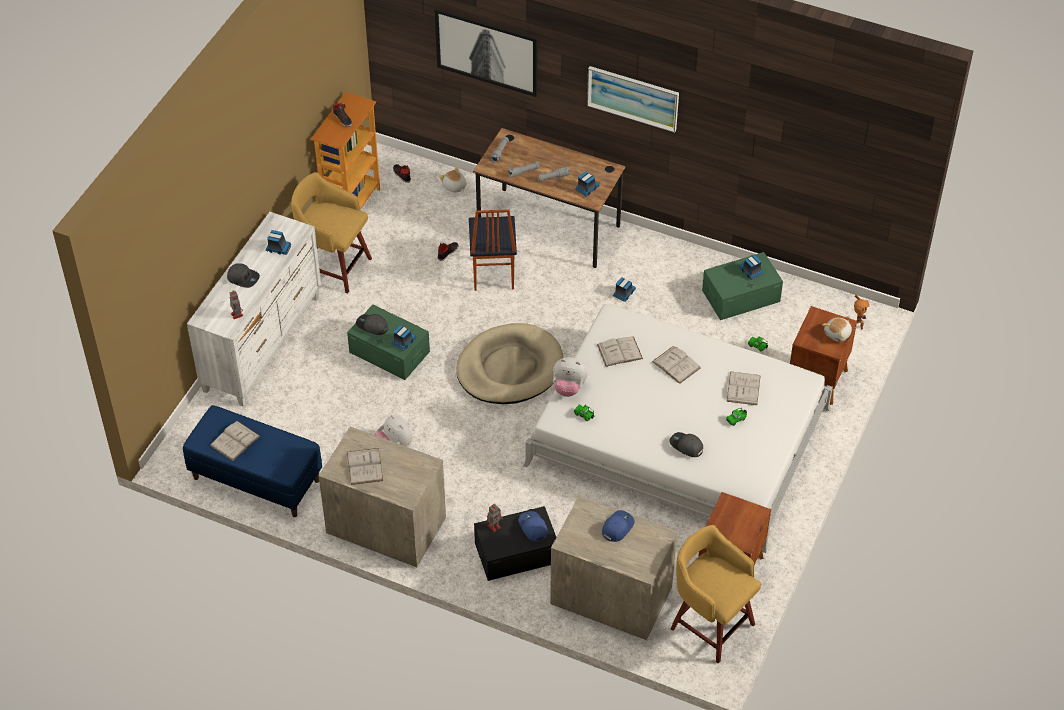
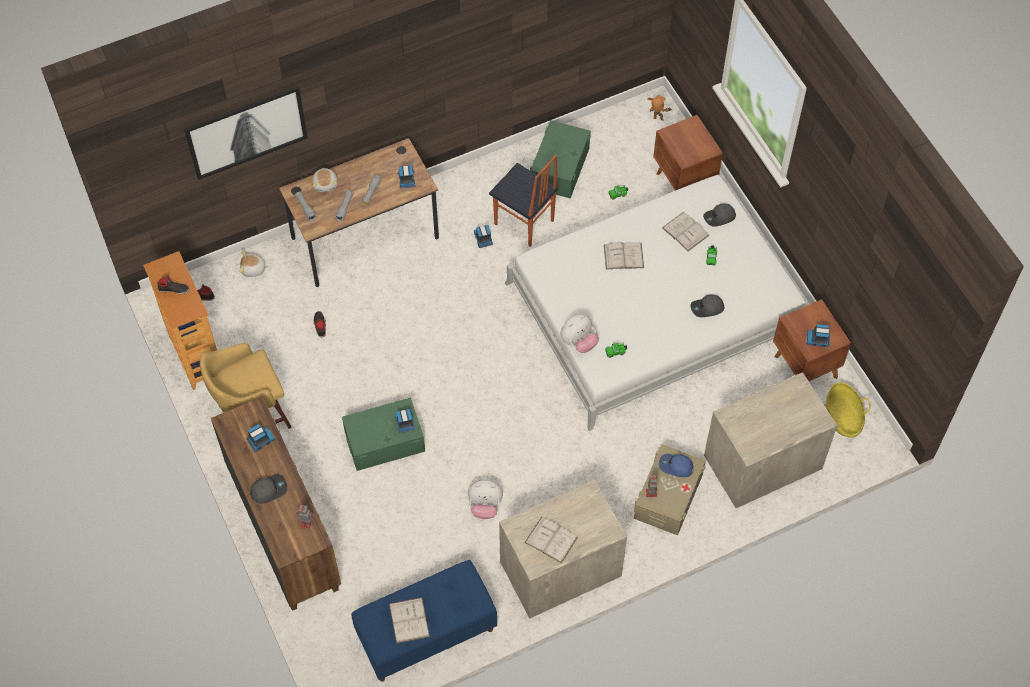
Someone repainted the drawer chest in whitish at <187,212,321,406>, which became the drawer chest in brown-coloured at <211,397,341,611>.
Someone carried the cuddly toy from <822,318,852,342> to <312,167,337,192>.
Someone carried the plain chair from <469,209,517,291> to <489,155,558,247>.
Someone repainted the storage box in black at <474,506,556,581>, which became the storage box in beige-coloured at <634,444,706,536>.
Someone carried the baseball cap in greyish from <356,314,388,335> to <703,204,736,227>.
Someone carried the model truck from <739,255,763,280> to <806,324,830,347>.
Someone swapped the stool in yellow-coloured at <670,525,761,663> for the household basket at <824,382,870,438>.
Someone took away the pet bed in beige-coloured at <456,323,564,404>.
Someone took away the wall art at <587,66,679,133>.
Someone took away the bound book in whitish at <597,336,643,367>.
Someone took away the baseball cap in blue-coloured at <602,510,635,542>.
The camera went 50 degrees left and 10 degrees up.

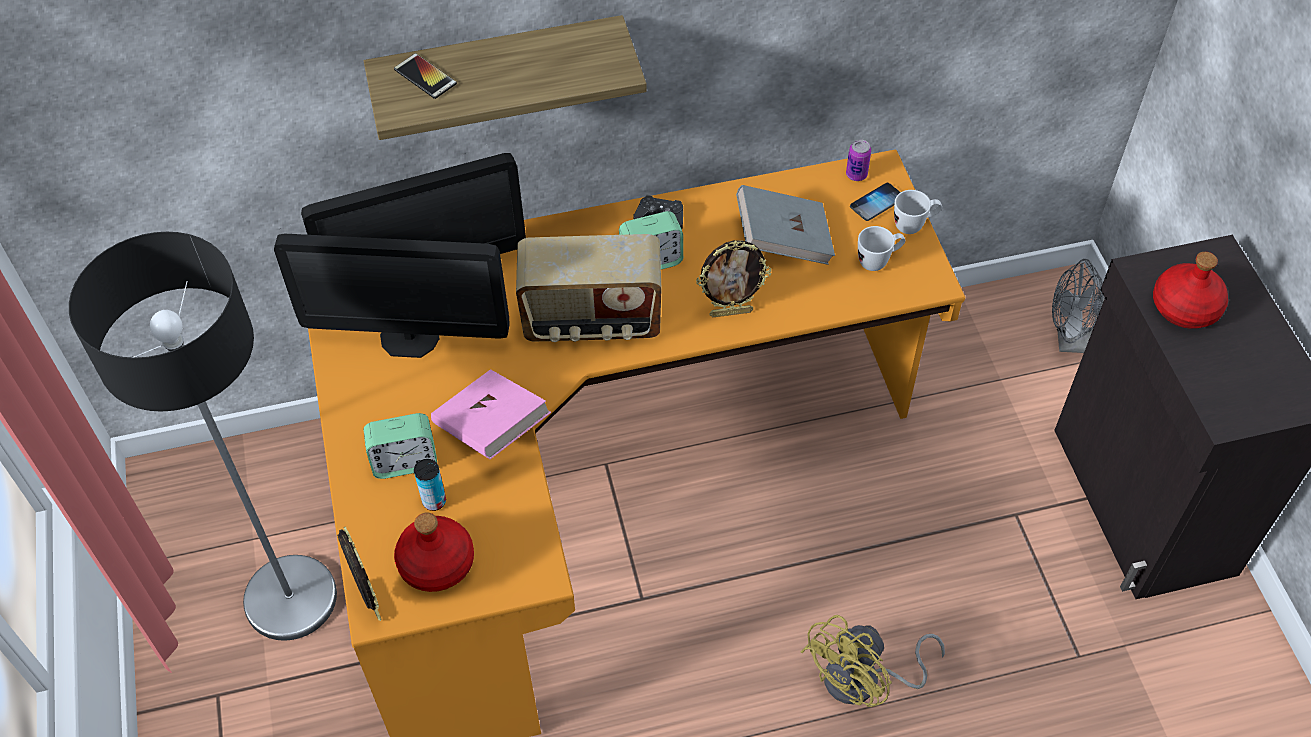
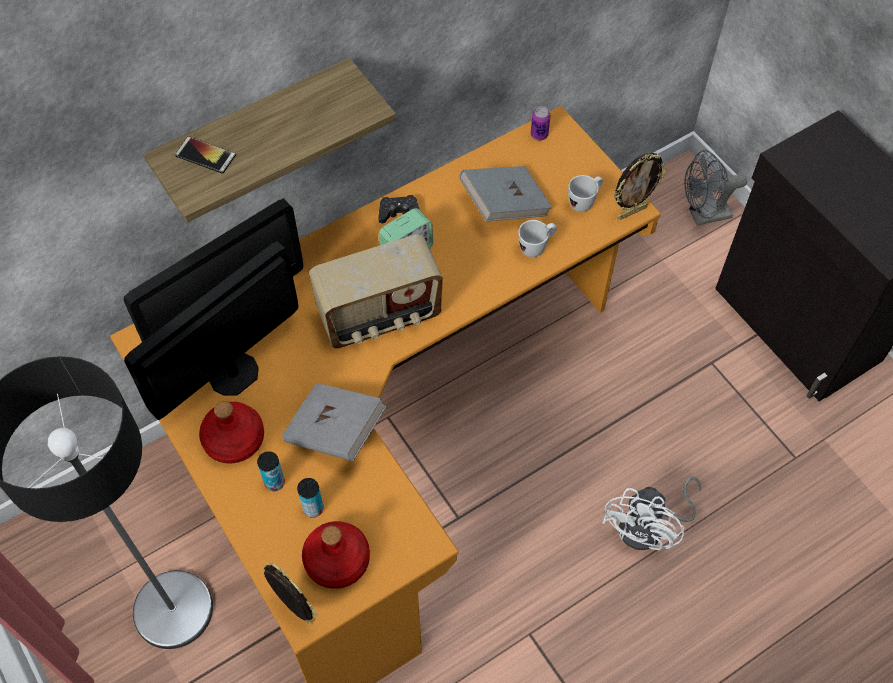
Someone rotated the monitor at <274,234,510,358> by 150 degrees clockwise.
Someone carried the bottle in red from <1153,252,1228,329> to <199,401,264,464>.
Someone swapped the bedside clock at <363,413,437,479> for the metal can at <257,451,285,491>.
Someone repainted the bound book in pink at <431,369,551,459>, which became the bound book in greyish at <282,383,387,461>.
Someone carried the tea mug in whitish from <894,190,942,234> to <518,220,557,257>.
Someone repainted the fan in yellow-coloured at <801,615,945,707>, which became the fan in whitish at <602,477,701,550>.
Someone carried the picture frame from <696,240,771,317> to <614,153,667,220>.
Someone took away the phone at <850,183,901,221>.
The camera went 20 degrees left and 5 degrees up.

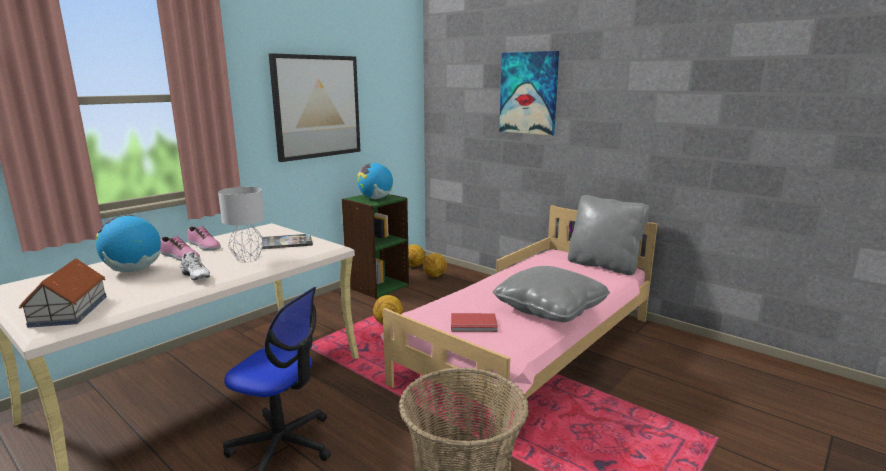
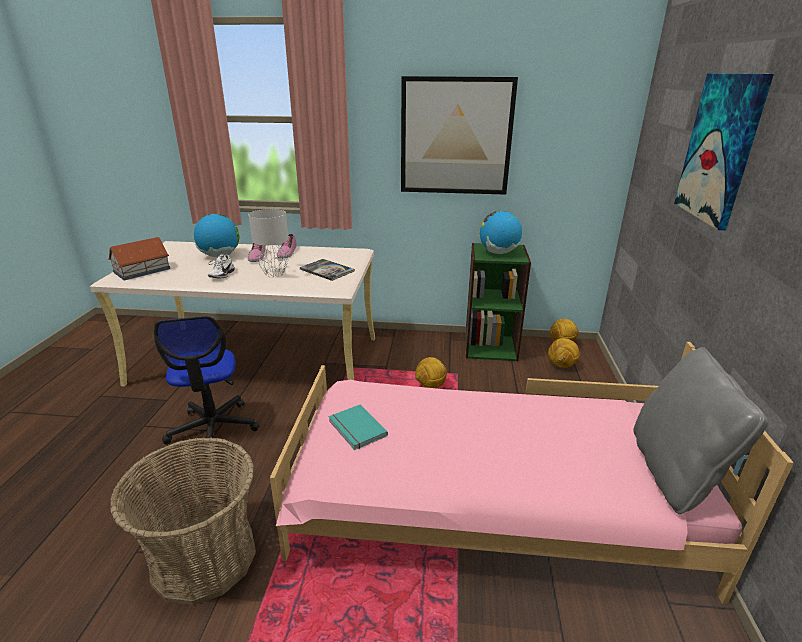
Someone repainted the bound book in red at <451,313,498,332>, which became the bound book in blue-green at <329,405,388,450>.
Someone took away the cushion in greyish at <492,266,610,322>.
The camera went 55 degrees right and 10 degrees up.

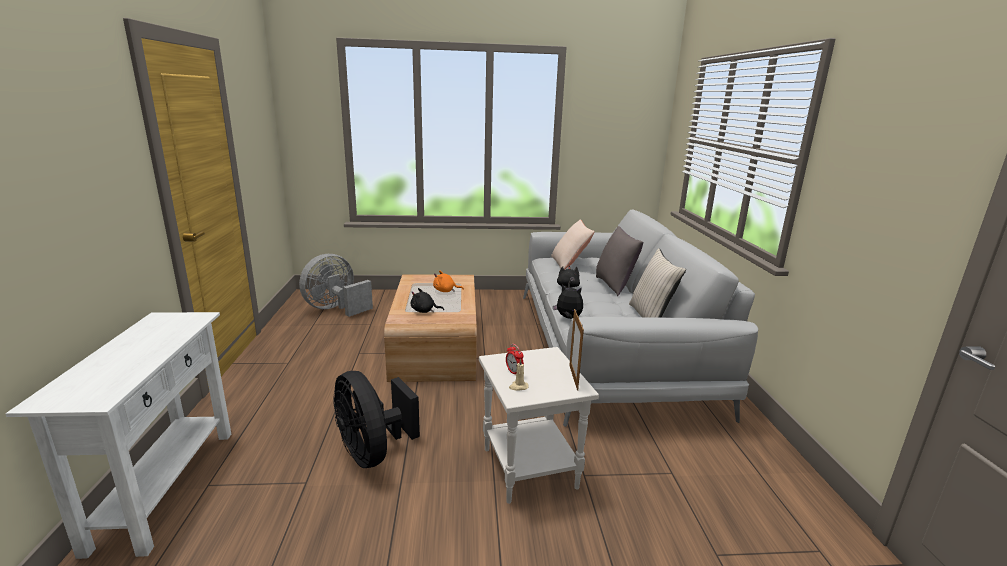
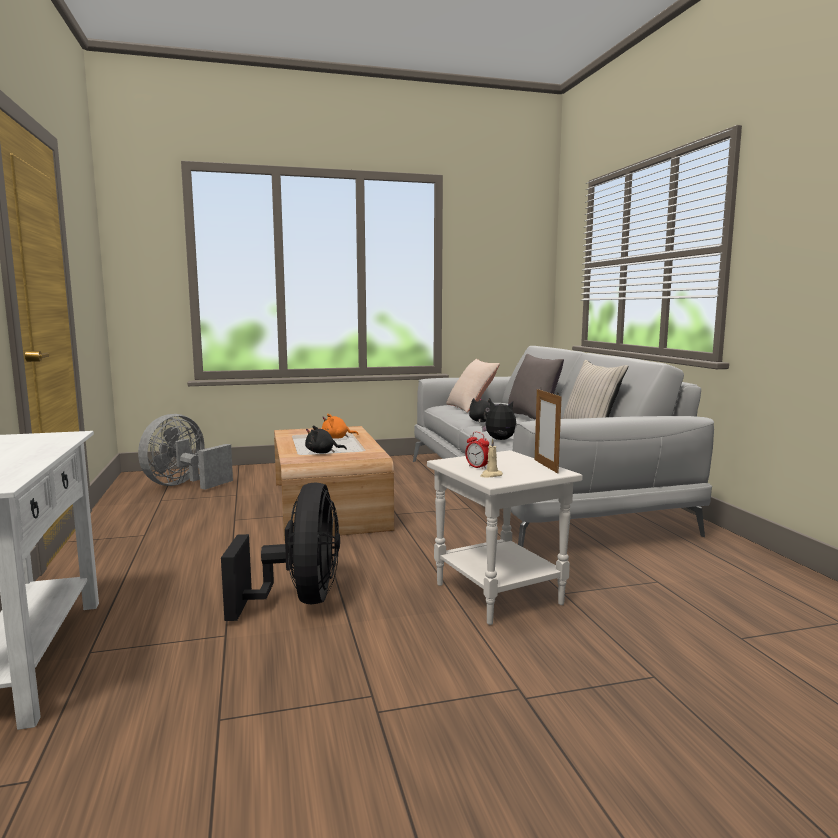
Someone rotated the fan in black at <333,371,420,468> by 135 degrees counterclockwise.
The camera went 10 degrees left and 10 degrees down.

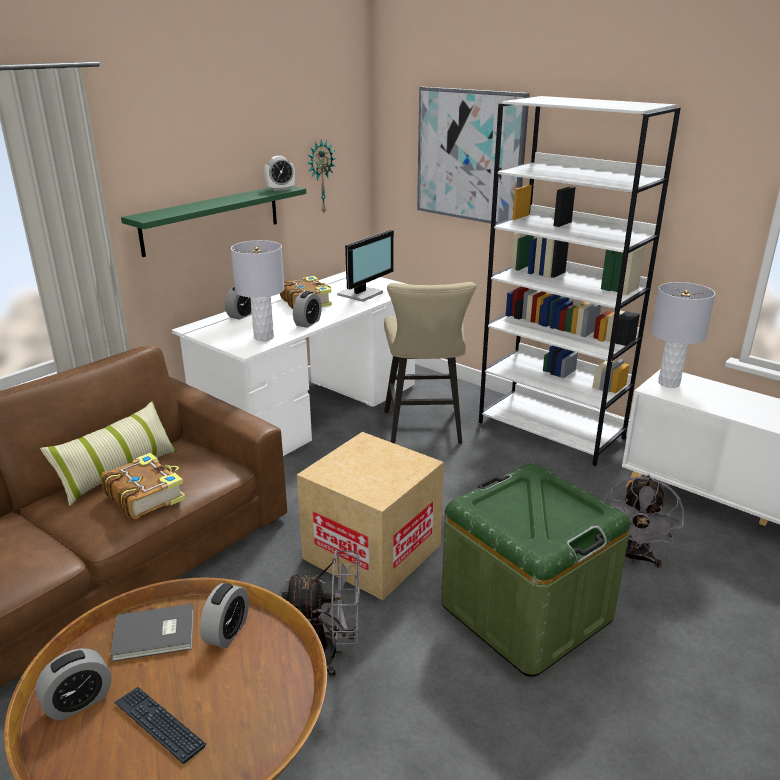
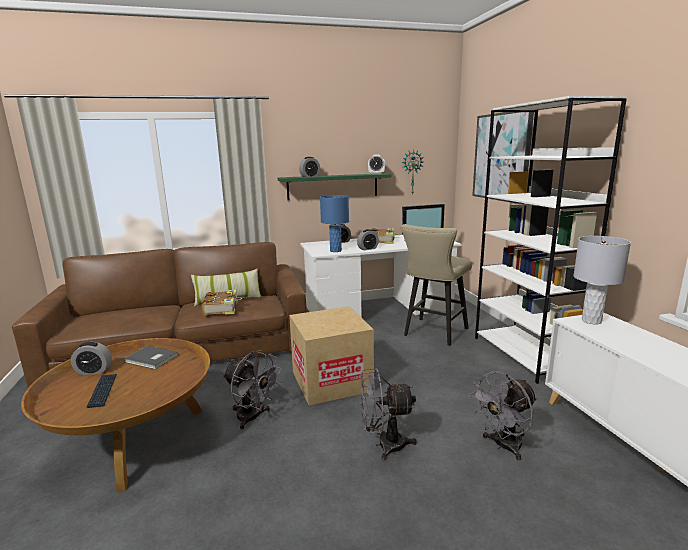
Someone carried the bedside clock from <200,583,249,648> to <299,157,320,177>.
Someone repainted the lamp for a table in greyish at <231,240,285,341>, which became the lamp for a table in blue-coloured at <320,195,349,252>.
Someone swapped the storage box in green-coloured at <441,463,631,677> for the fan in greyish at <360,368,417,460>.
The camera went 35 degrees right and 10 degrees down.

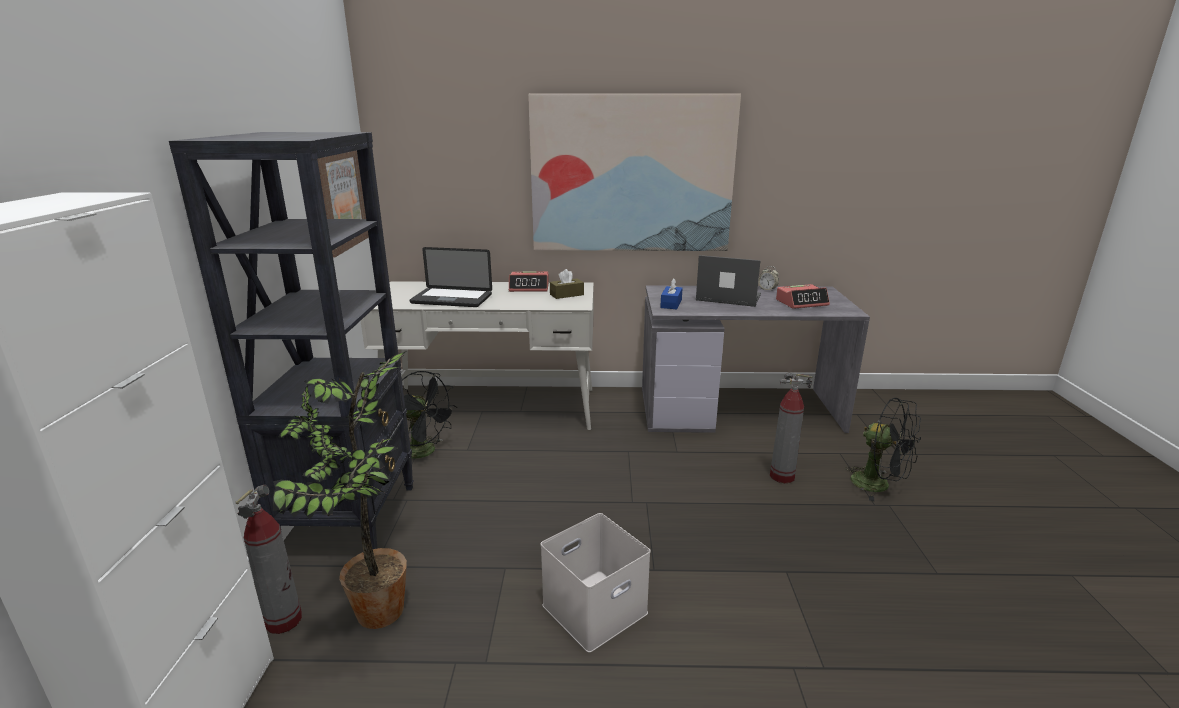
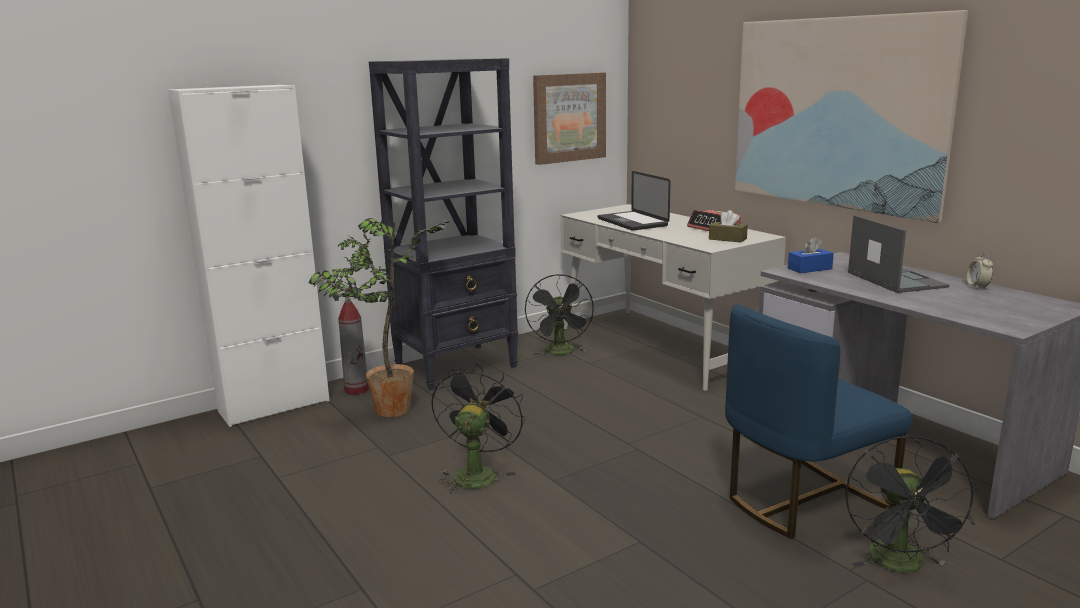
Someone swapped the storage box in whitish at <541,513,651,653> for the fan in black at <431,364,525,494>.
Someone swapped the fire-fighting cylinder at <770,372,812,483> for the plain chair in blue-coloured at <725,304,912,539>.
Someone took away the bedside clock at <776,284,830,309>.
The camera went 55 degrees right and 5 degrees down.

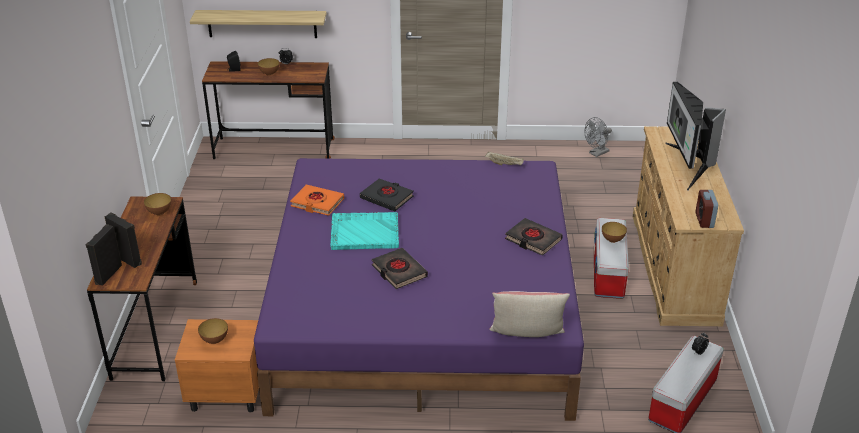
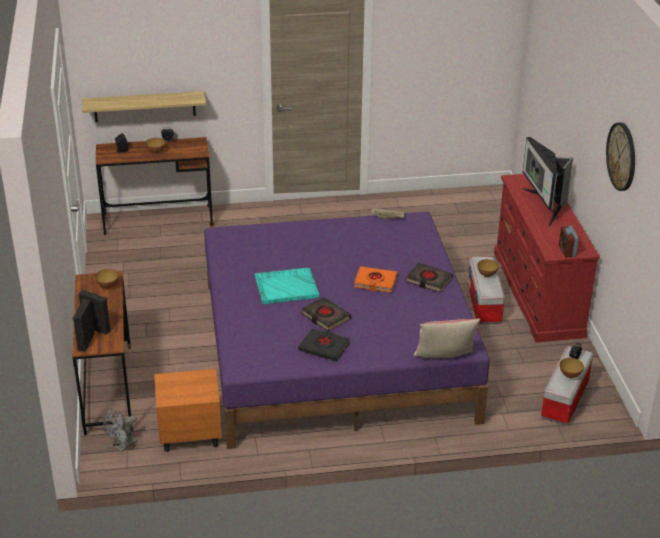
Someone carried the fan in greyish from <585,117,612,157> to <103,409,138,452>.
Someone carried the bound book in black from <360,178,414,211> to <299,328,349,361>.
Someone carried the bound book in orangey from <290,184,344,216> to <354,266,397,292>.
Someone repainted the drawer chest in beige-coloured at <633,126,744,326>, which became the drawer chest in red at <494,174,600,343>.
Someone carried the deep dish from <198,318,228,344> to <560,358,584,378>.
Someone put up the wall clock at <606,122,635,191>.
The camera went 10 degrees left and 0 degrees up.

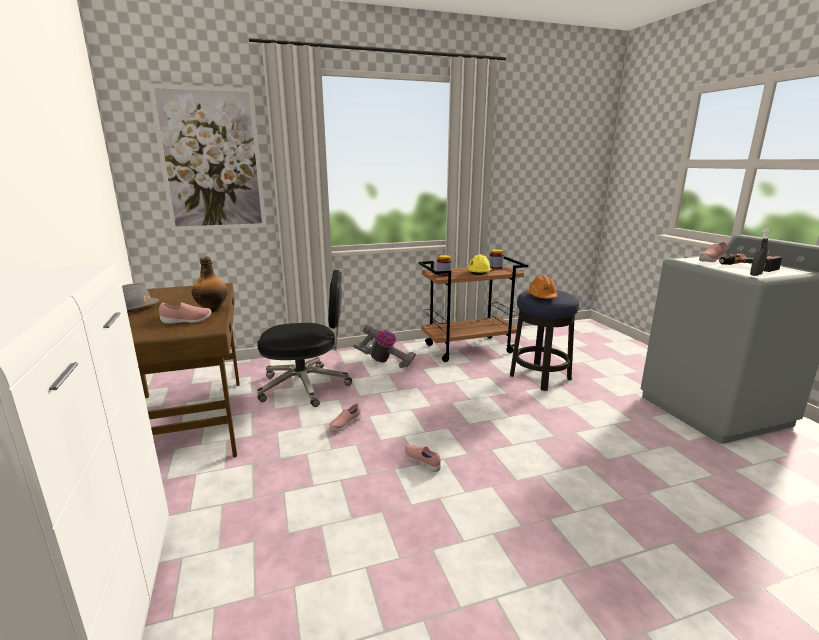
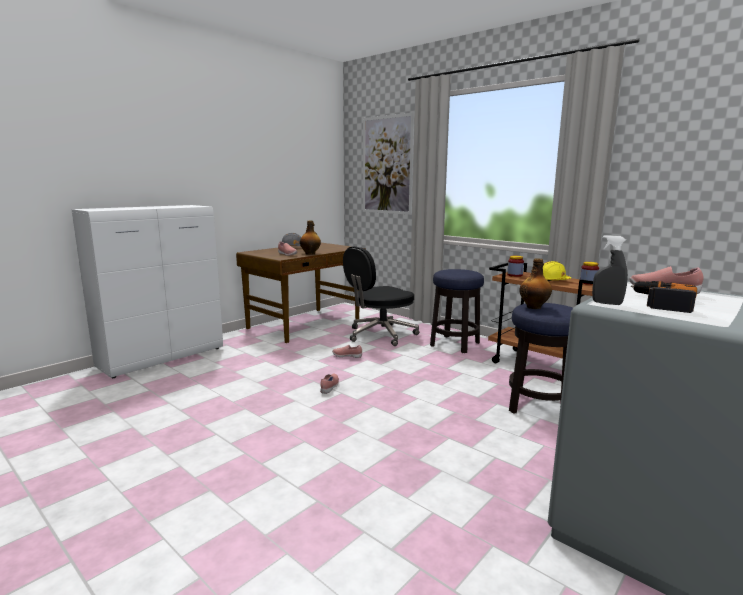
Someone rotated the desk chair in black at <257,270,352,407> by 90 degrees clockwise.
Someone swapped the vacuum at <353,323,416,368> for the stool at <430,269,484,353>.
Someone swapped the work helmet in orangey at <528,275,557,298> for the bottle at <519,258,552,309>.
The camera went 60 degrees right and 5 degrees down.

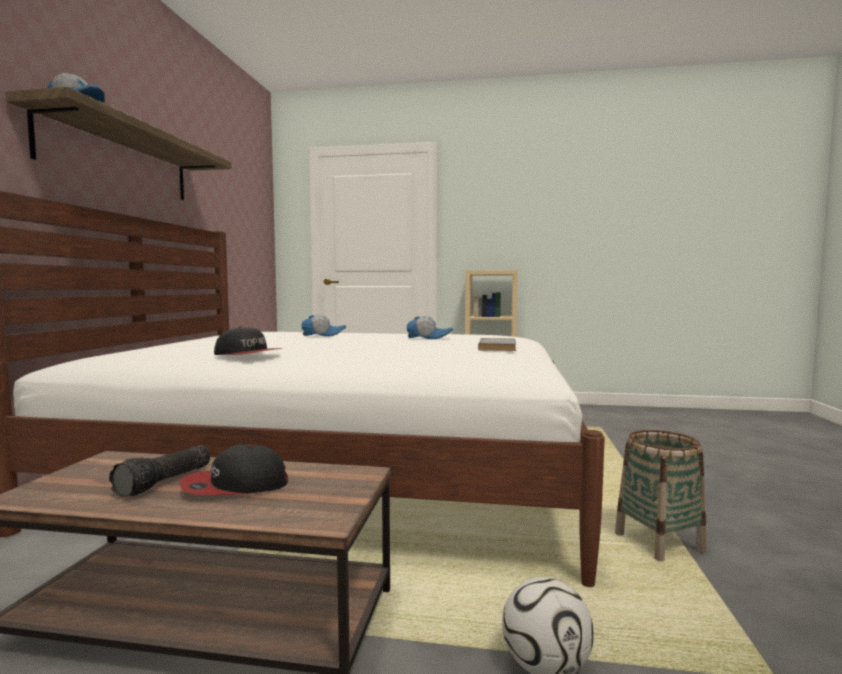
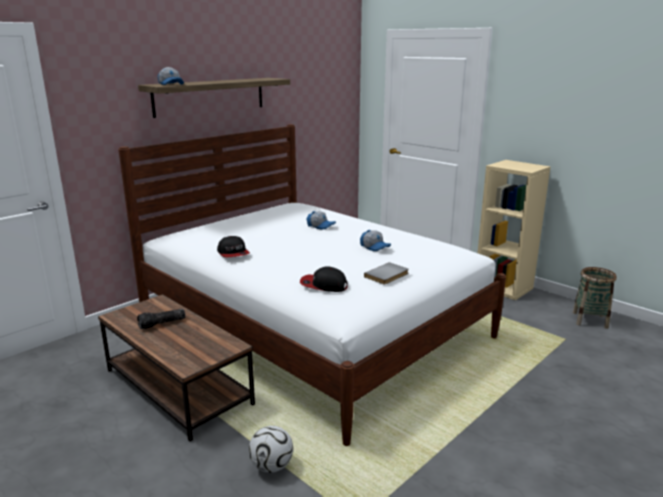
Someone carried the baseball cap from <180,444,288,495> to <300,267,348,292>.
Someone carried the household basket from <615,430,706,561> to <573,267,617,329>.
The camera went 35 degrees right and 15 degrees up.

